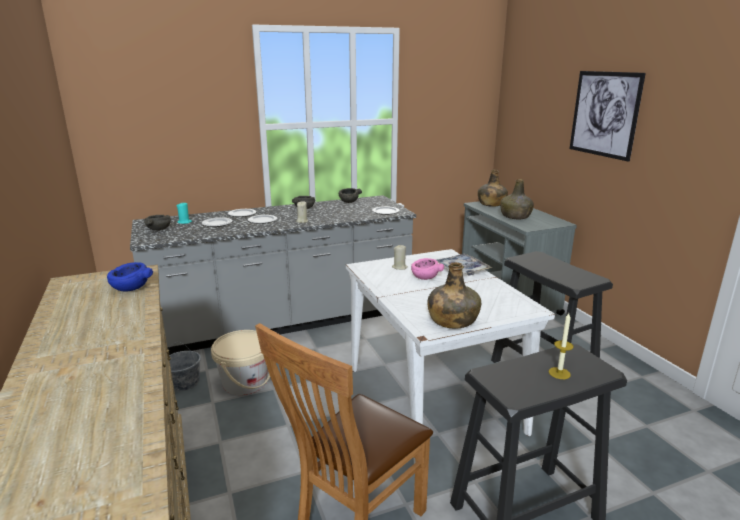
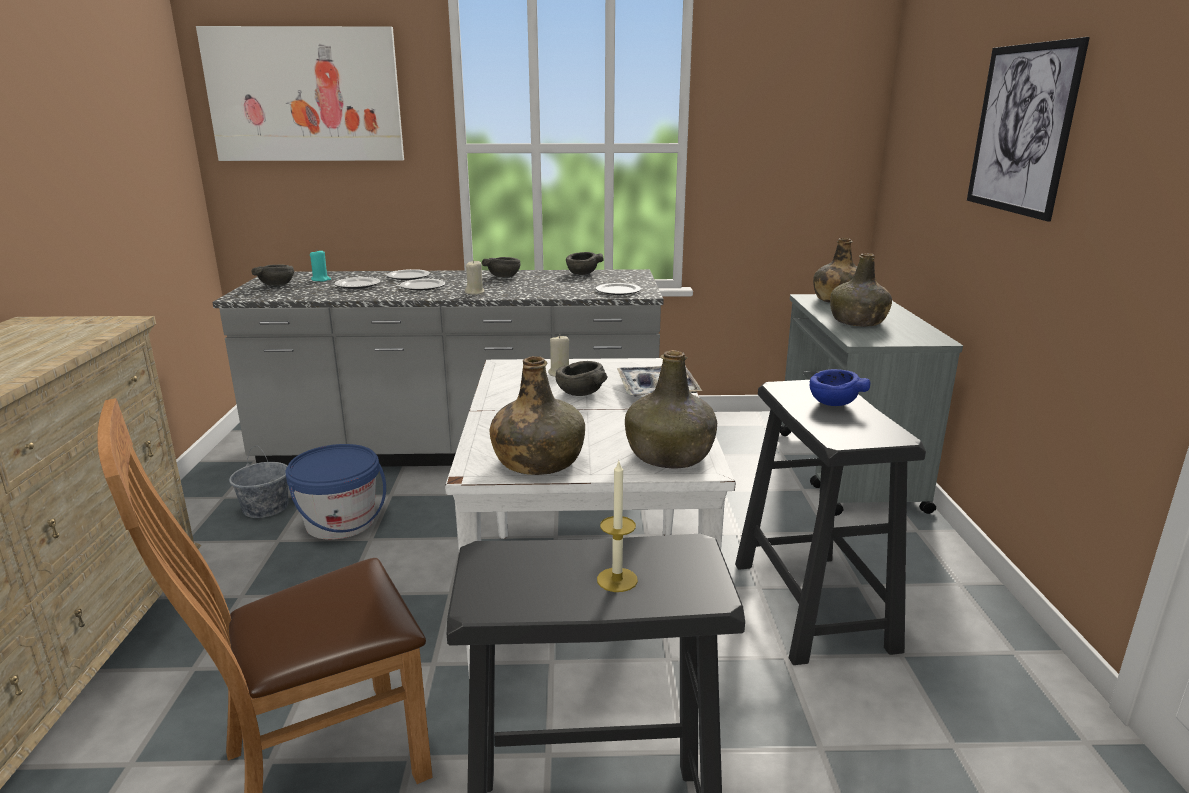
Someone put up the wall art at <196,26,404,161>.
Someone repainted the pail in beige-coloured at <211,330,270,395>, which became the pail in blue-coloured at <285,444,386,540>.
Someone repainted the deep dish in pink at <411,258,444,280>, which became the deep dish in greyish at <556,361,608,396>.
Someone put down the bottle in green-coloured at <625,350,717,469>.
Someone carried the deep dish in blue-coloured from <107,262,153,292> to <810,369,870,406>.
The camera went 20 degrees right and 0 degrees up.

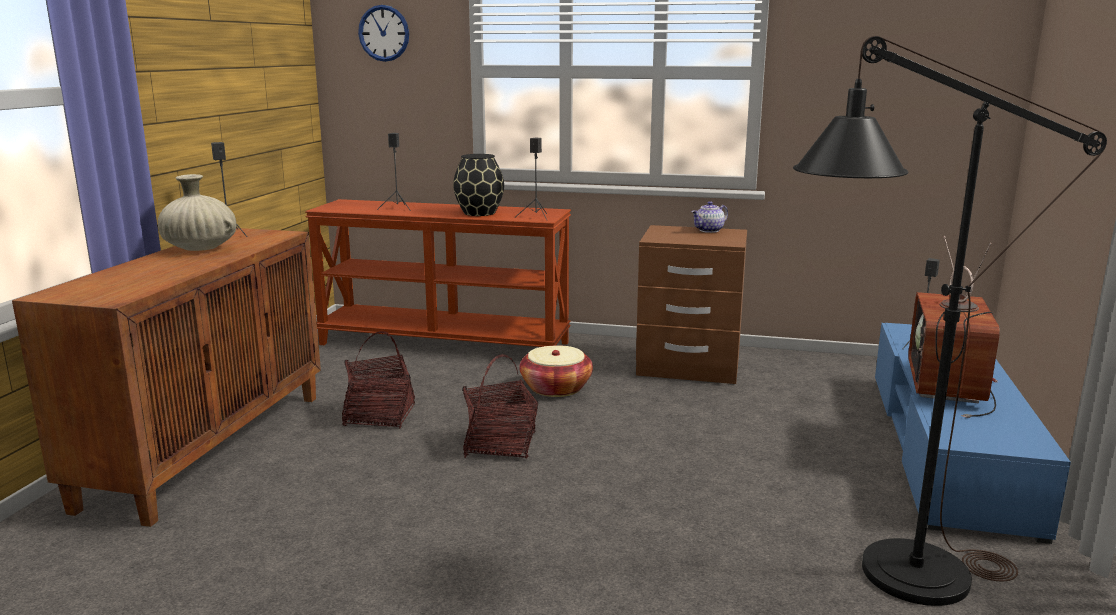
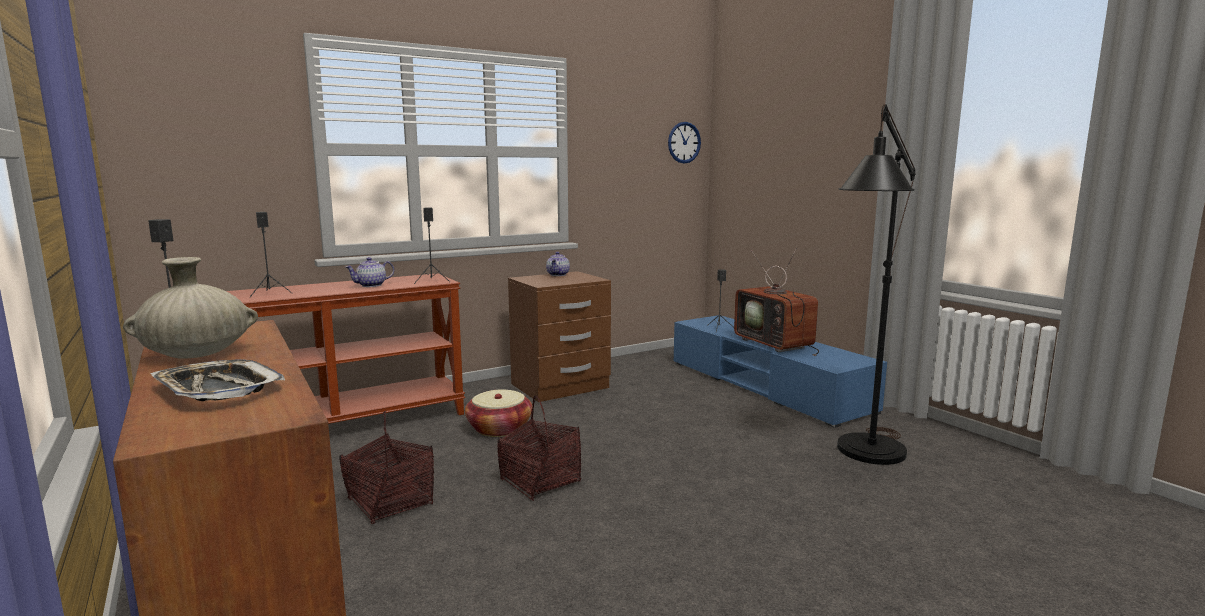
Someone put down the tray at <150,359,285,401>.
Someone swapped the flower vase in black at <453,154,504,216> for the pot for tea at <346,257,394,287>.
Someone carried the wall clock from <358,5,409,62> to <668,122,701,164>.
The camera went 45 degrees left and 5 degrees down.

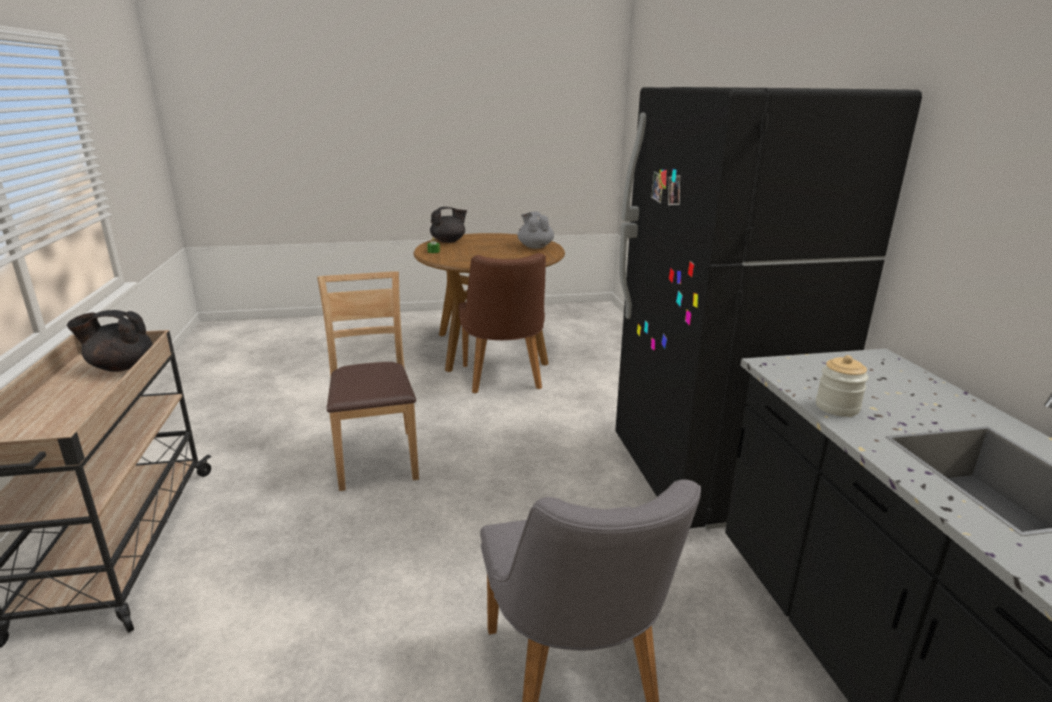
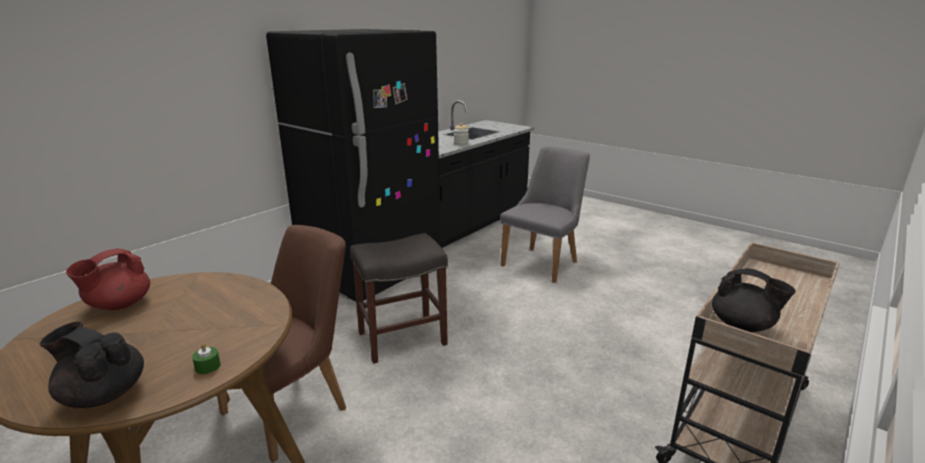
Someone repainted the pot for tea in greyish at <518,211,554,249>, which became the pot for tea in red at <66,248,150,310>.
Someone put down the stool in greyish at <350,233,448,364>.
Someone took away the plain chair in brown-coloured at <317,271,419,491>.
The camera went 130 degrees left and 0 degrees up.

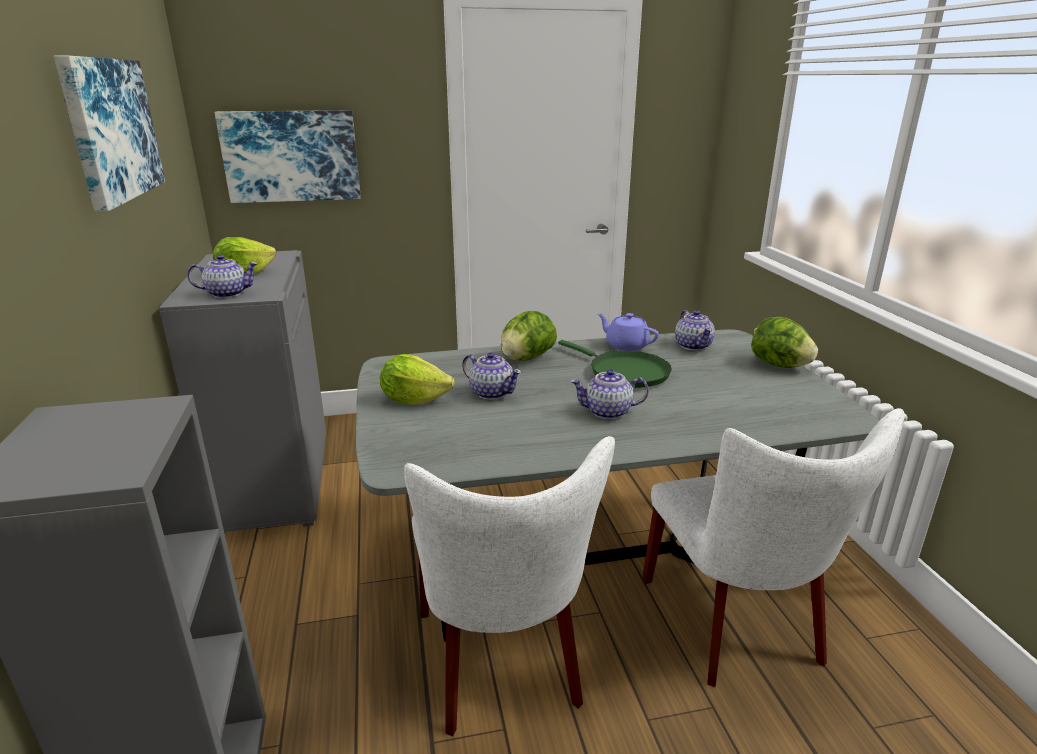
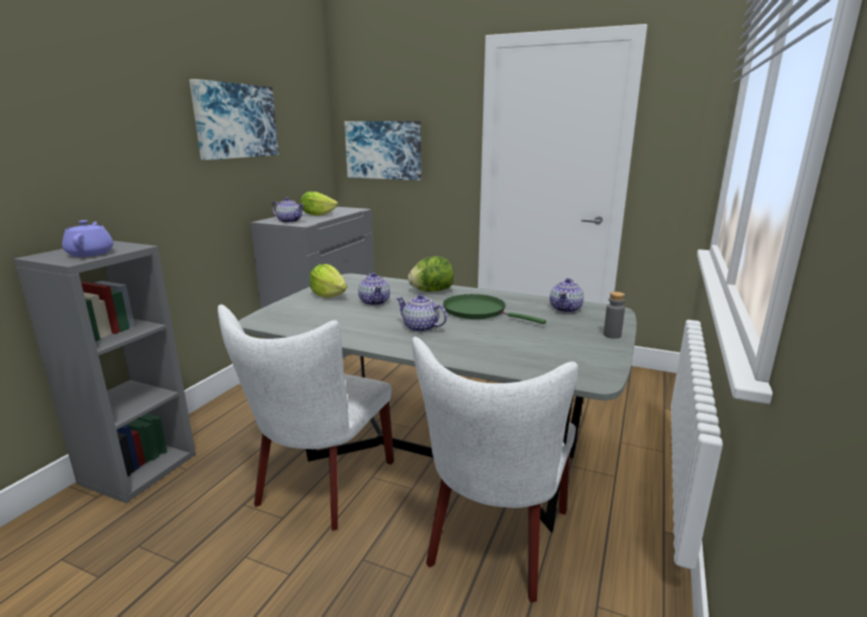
Someone carried the pot for tea in purplish from <597,313,659,351> to <62,220,113,257>.
Someone rotated the frying pan in green-coloured at <558,340,672,388> by 135 degrees clockwise.
Someone swapped the lettuce head at <751,317,818,368> for the bottle in greyish at <603,292,625,339>.
The camera went 35 degrees right and 5 degrees down.

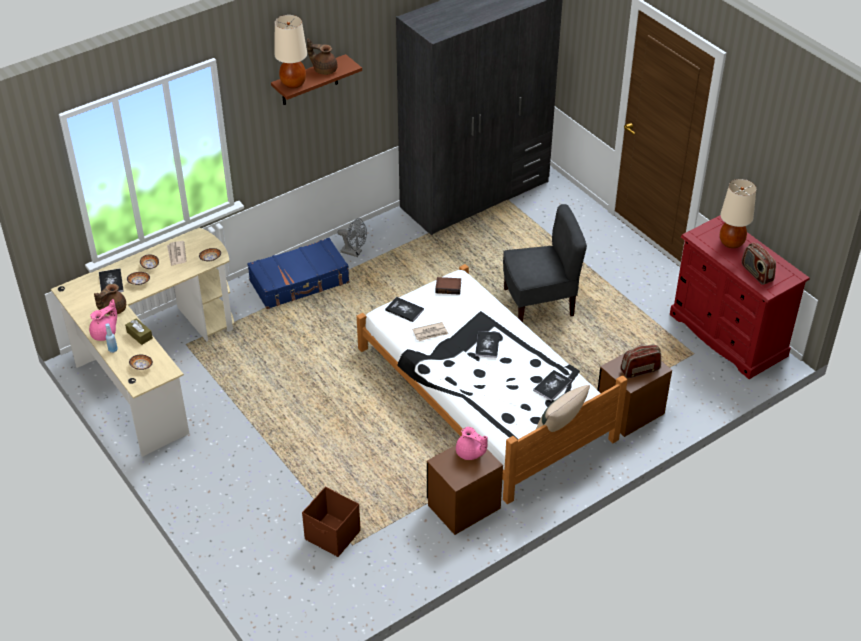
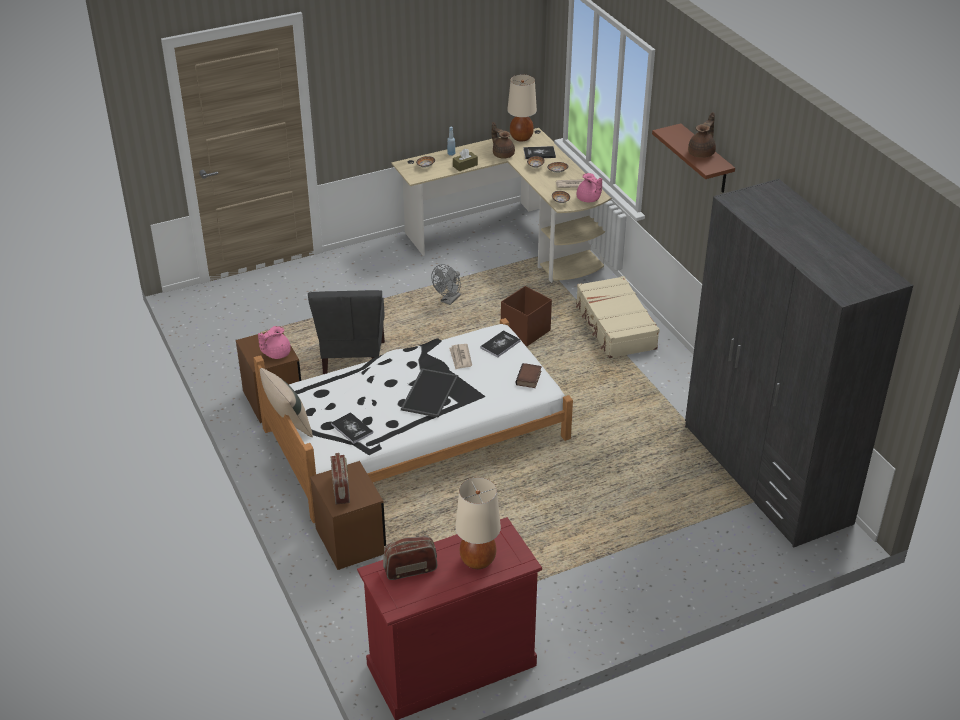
Someone carried the plain chair in greyish from <503,204,587,322> to <308,290,385,374>.
Someone swapped the bound book at <475,331,500,358> for the tray at <401,368,458,417>.
Someone carried the fan in greyish from <338,218,367,257> to <431,264,461,305>.
Someone carried the storage box in brown-coloured from <302,487,361,557> to <501,286,552,347>.
Someone carried the lamp for a table in beige-coloured from <275,15,307,88> to <507,75,537,141>.
Someone repainted the piece of luggage in blue-coloured at <247,238,349,309>, which became the piece of luggage in beige-coloured at <576,276,660,358>.
Someone carried the pot for tea in pink from <89,299,117,341> to <577,173,602,202>.
The camera went 100 degrees right and 5 degrees down.

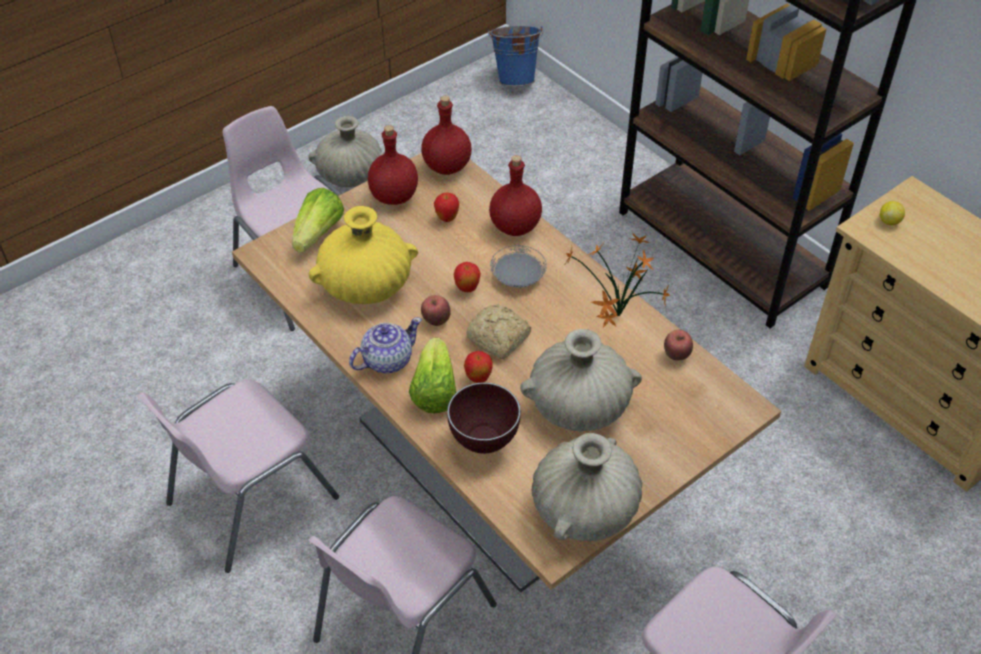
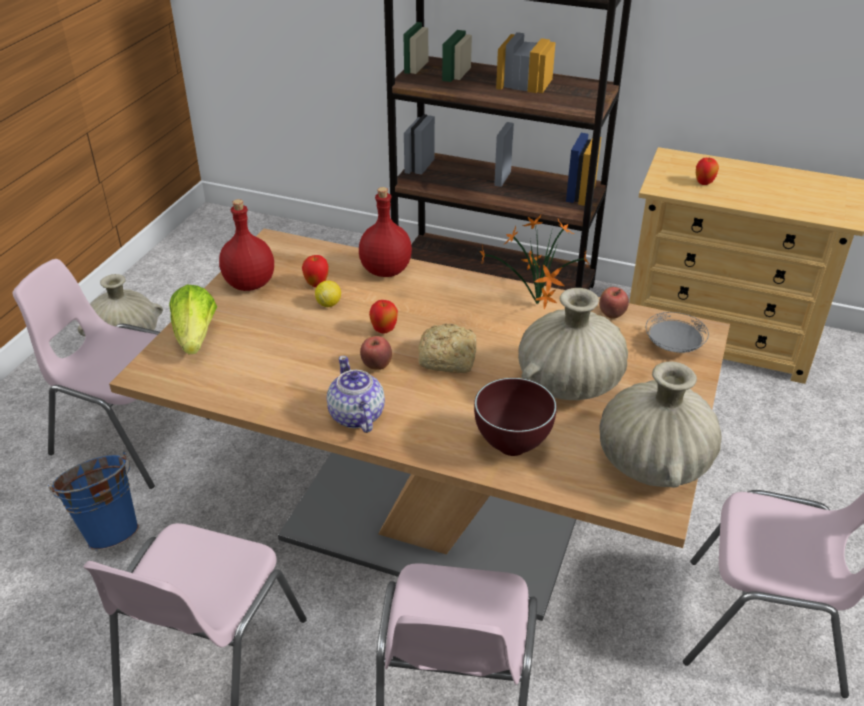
Someone carried the pail in blue-coloured from <488,26,543,86> to <48,452,139,550>.
Someone carried the citrus fruit from <880,201,905,225> to <315,281,341,307>.
Someone rotated the pot for tea at <349,317,422,373> by 45 degrees counterclockwise.
Someone carried the dinner plate in greyish from <490,245,547,288> to <646,312,709,353>.
Someone carried the apple from <464,351,493,383> to <696,158,719,185>.
Someone took away the flower vase in yellow-coloured at <309,206,418,304>.
Someone took away the lettuce head at <409,338,456,413>.
Someone took away the bottle in red at <421,96,472,175>.
The camera went 30 degrees left and 10 degrees down.

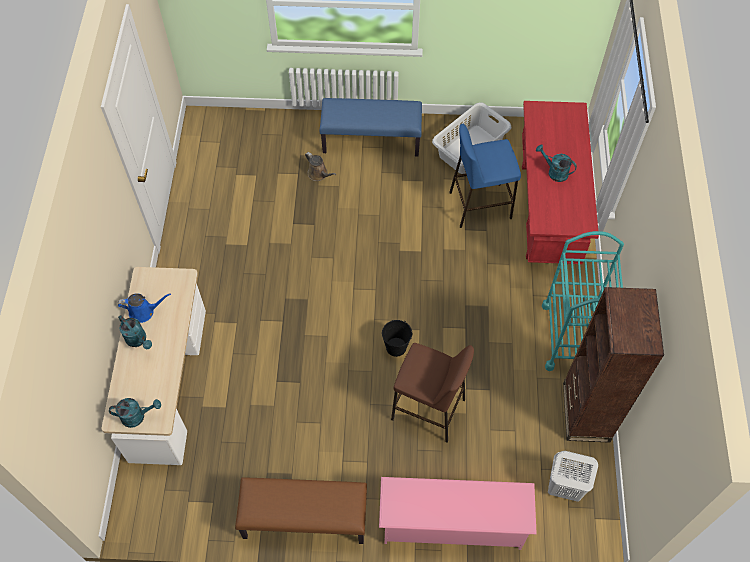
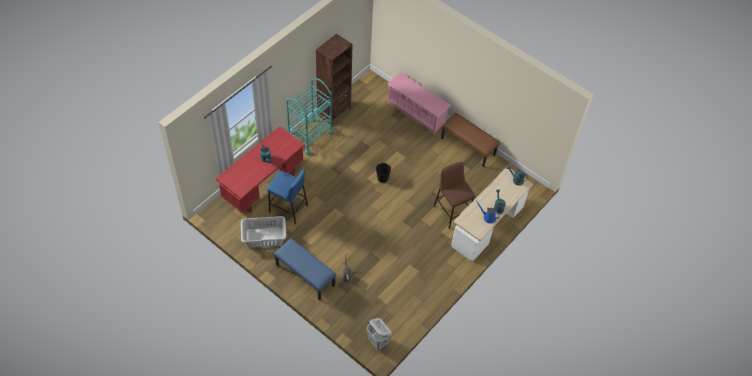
Someone carried the laundry basket in whitish from <548,451,598,502> to <367,318,391,350>.
Someone carried the stool in brown-coloured from <391,343,474,443> to <434,162,475,229>.
The camera went 145 degrees left and 5 degrees down.

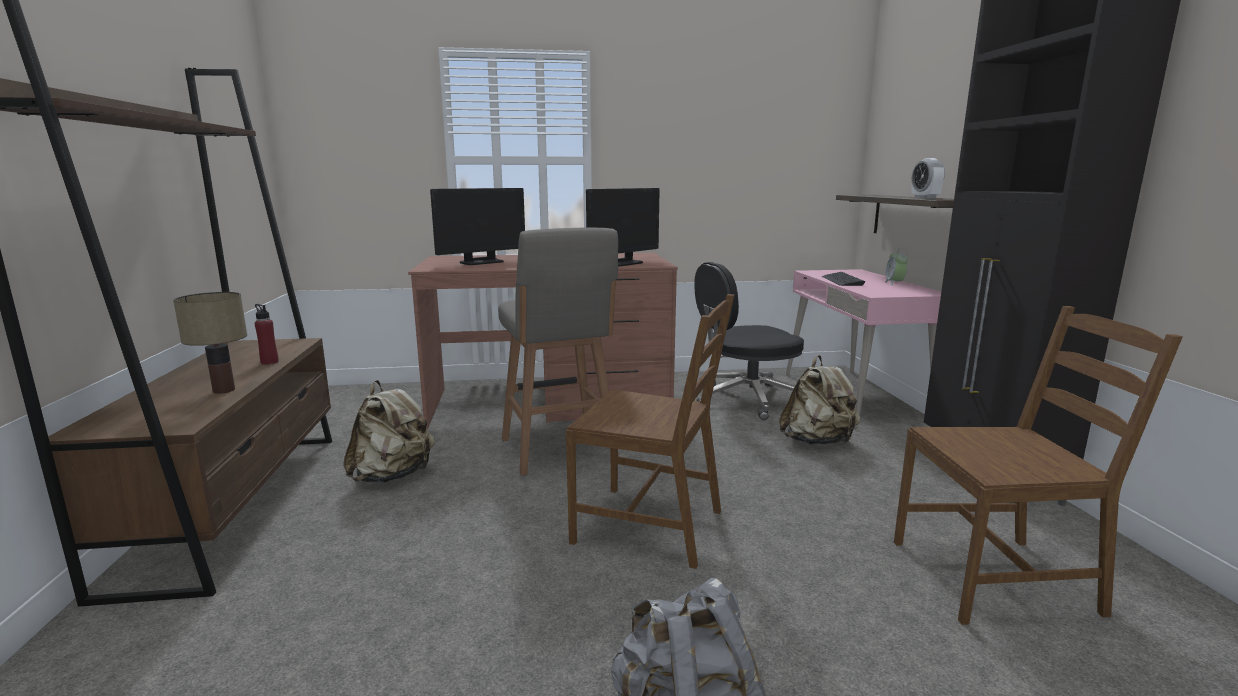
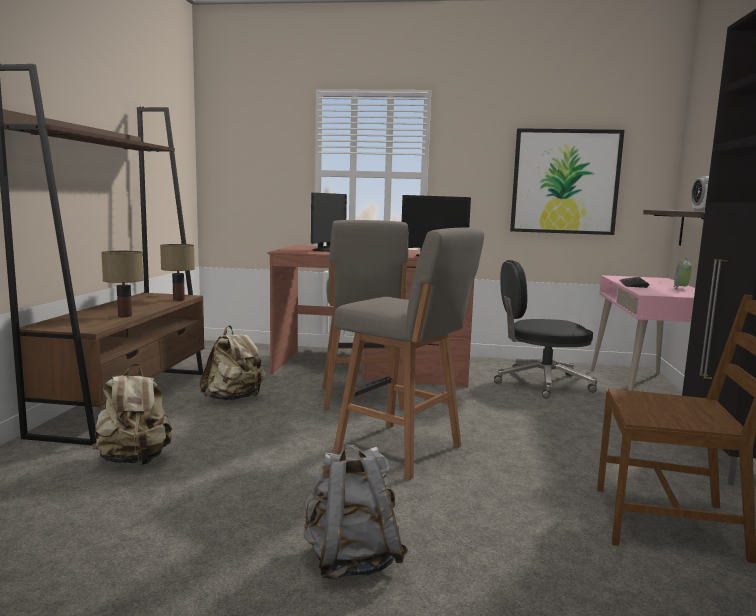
Someone carried the backpack in beige-coloured from <779,355,860,445> to <92,364,172,465>.
Someone put down the lamp for a table at <160,244,195,301>.
Someone rotated the monitor at <430,188,525,265> by 45 degrees counterclockwise.
Someone swapped the plain chair in brown-coloured at <566,294,734,569> for the stool in greyish at <333,227,484,480>.
Someone put up the wall art at <510,128,624,235>.
Someone took away the bottle in red at <255,304,279,365>.
The camera went 15 degrees right and 5 degrees down.

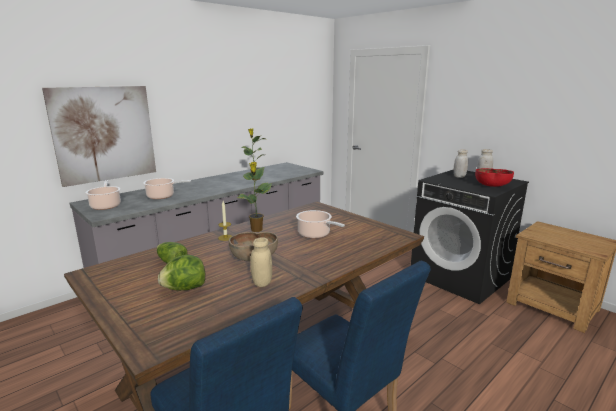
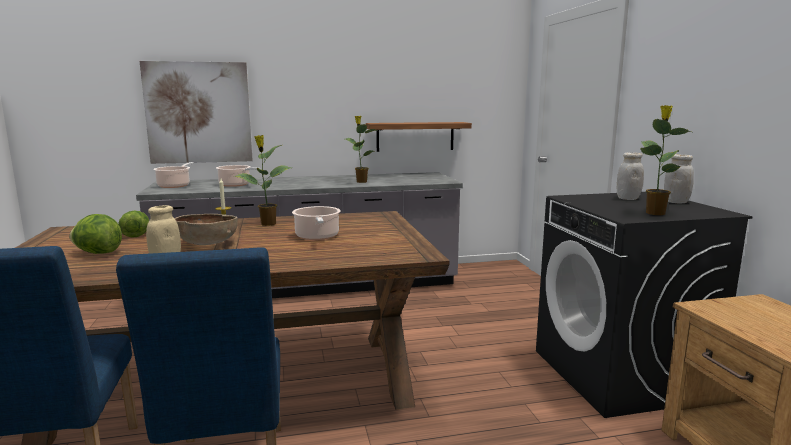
Someone put up the shelf at <366,122,472,152>.
Someone swapped the deep dish in red at <475,168,514,187> for the plant in a pot at <640,105,691,215>.
The camera went 30 degrees right and 5 degrees down.

